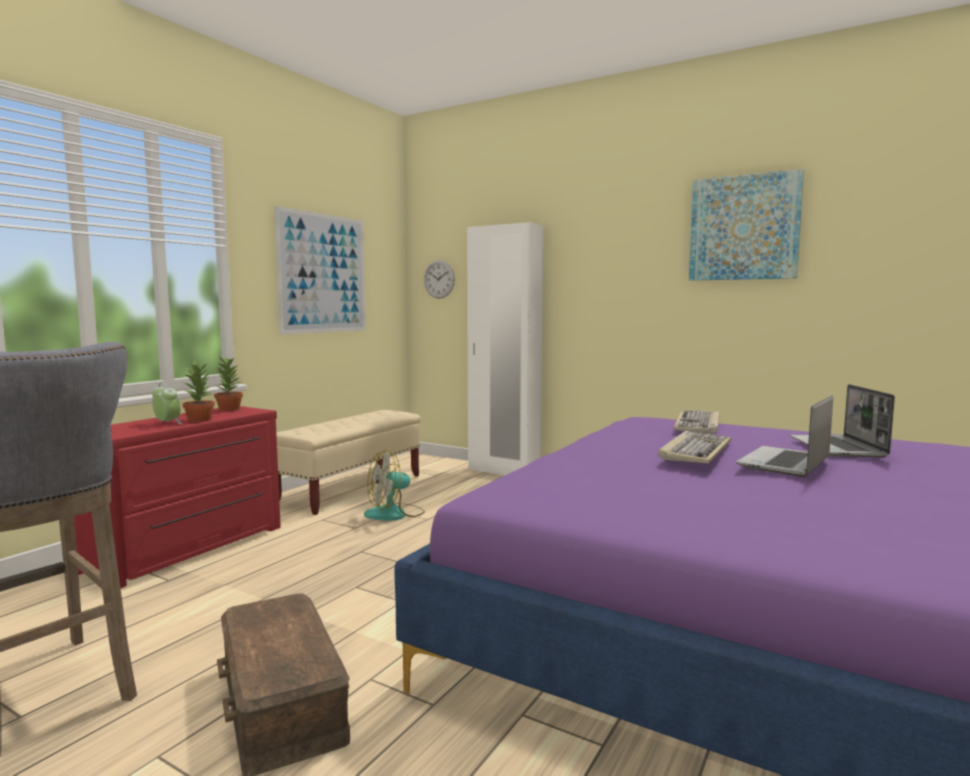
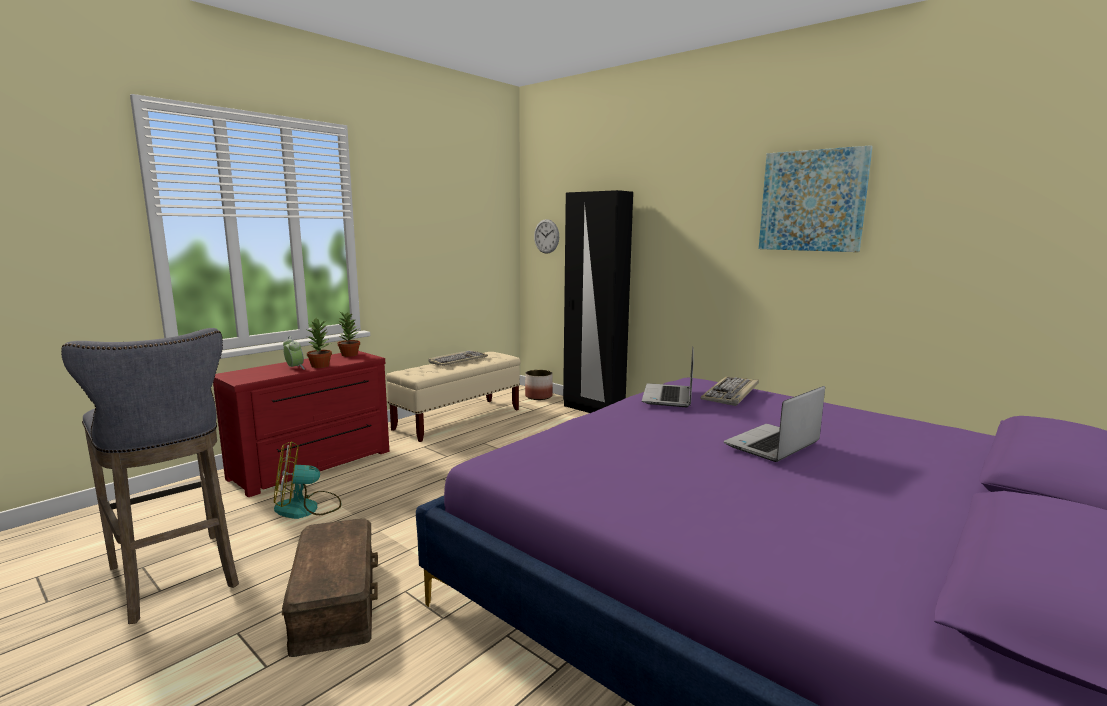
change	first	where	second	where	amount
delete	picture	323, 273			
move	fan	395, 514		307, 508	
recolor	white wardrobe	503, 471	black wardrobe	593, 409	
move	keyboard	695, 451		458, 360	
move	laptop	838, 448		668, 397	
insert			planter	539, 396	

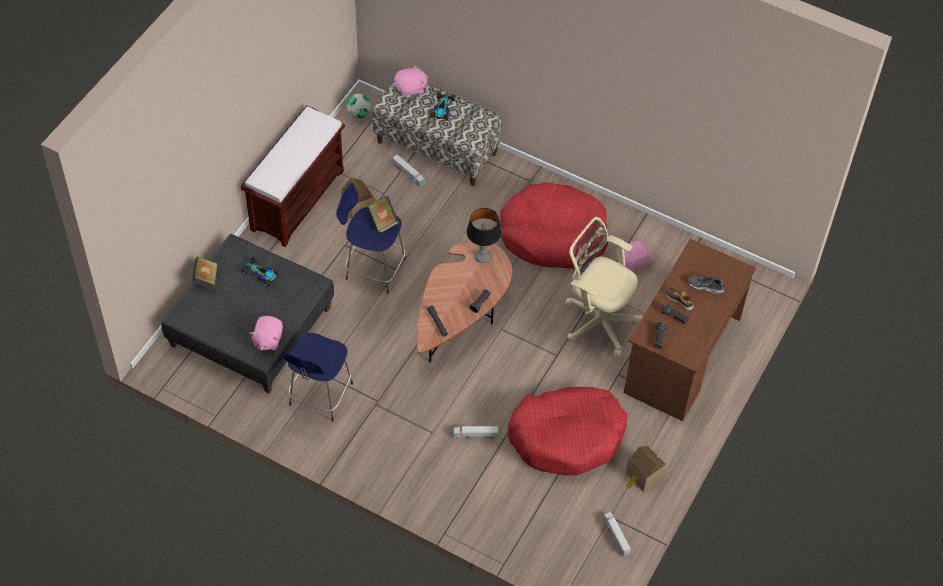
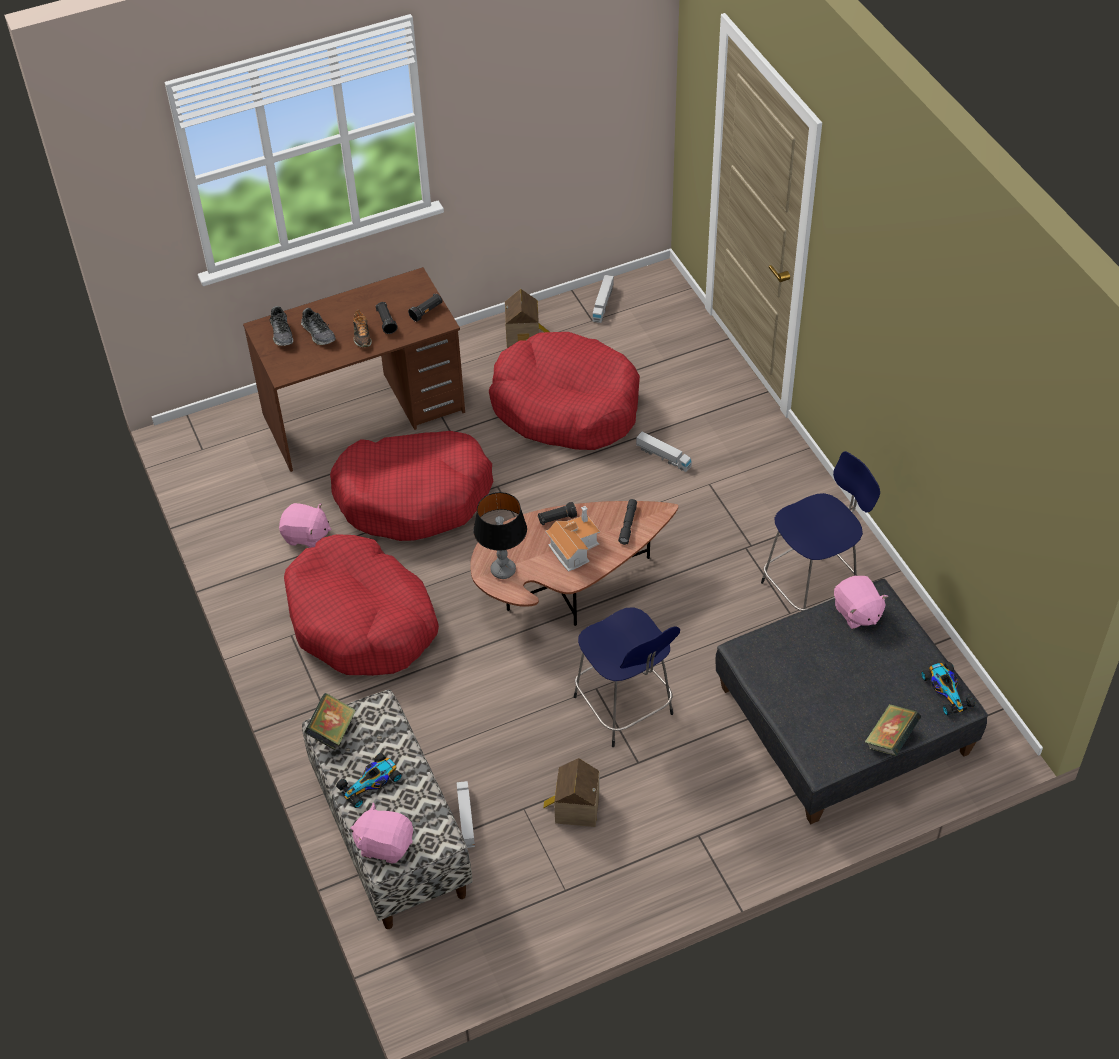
change	first	where	second	where	amount
delete	brown bench	297, 199			
move	toy car	261, 274		946, 690	
rotate	pink plush toy	267, 340		857, 612	105 degrees clockwise
delete	football	359, 114			
move	book	383, 221		332, 731	
replace	beige office chair	598, 320	red dog bed	414, 496	
insert			shoe	282, 333	
insert			toy house	573, 547	

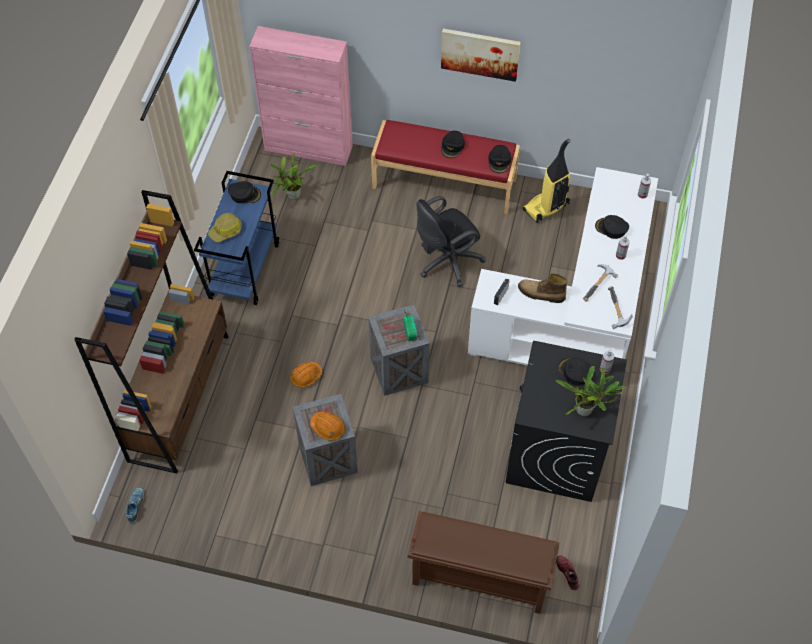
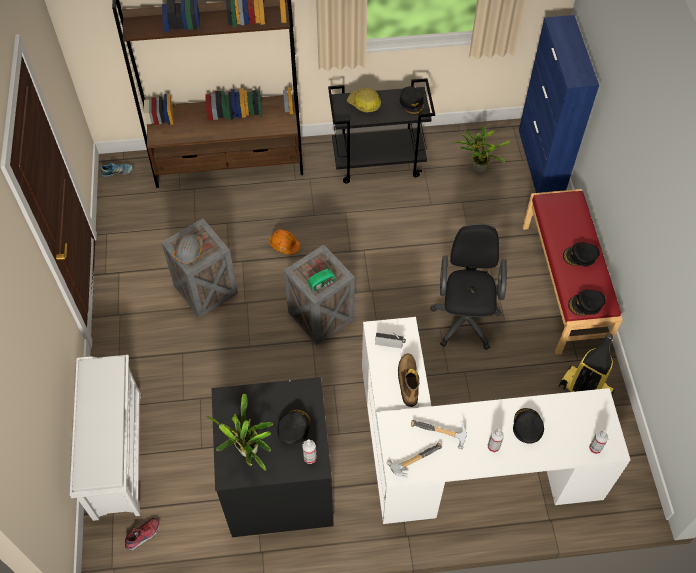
change	first	where	second	where	amount
recolor	blue cart	245, 269	black cart	379, 162	
recolor	pink cabinet	309, 148	blue cabinet	541, 162	
recolor	orange hard hat	328, 428	grey hard hat	189, 251	
recolor	brown shoe rack	478, 579	white shoe rack	116, 453	
rotate	black office chair	446, 262		465, 317	60 degrees clockwise
delete	picture	480, 53			

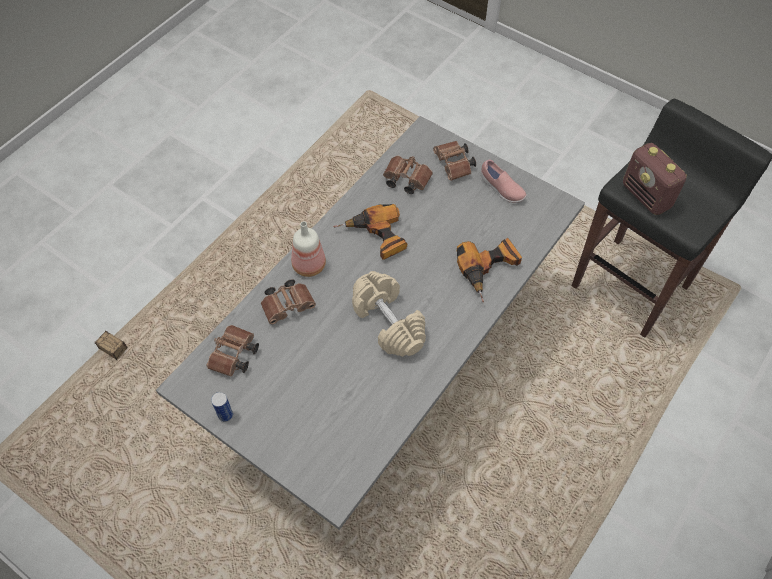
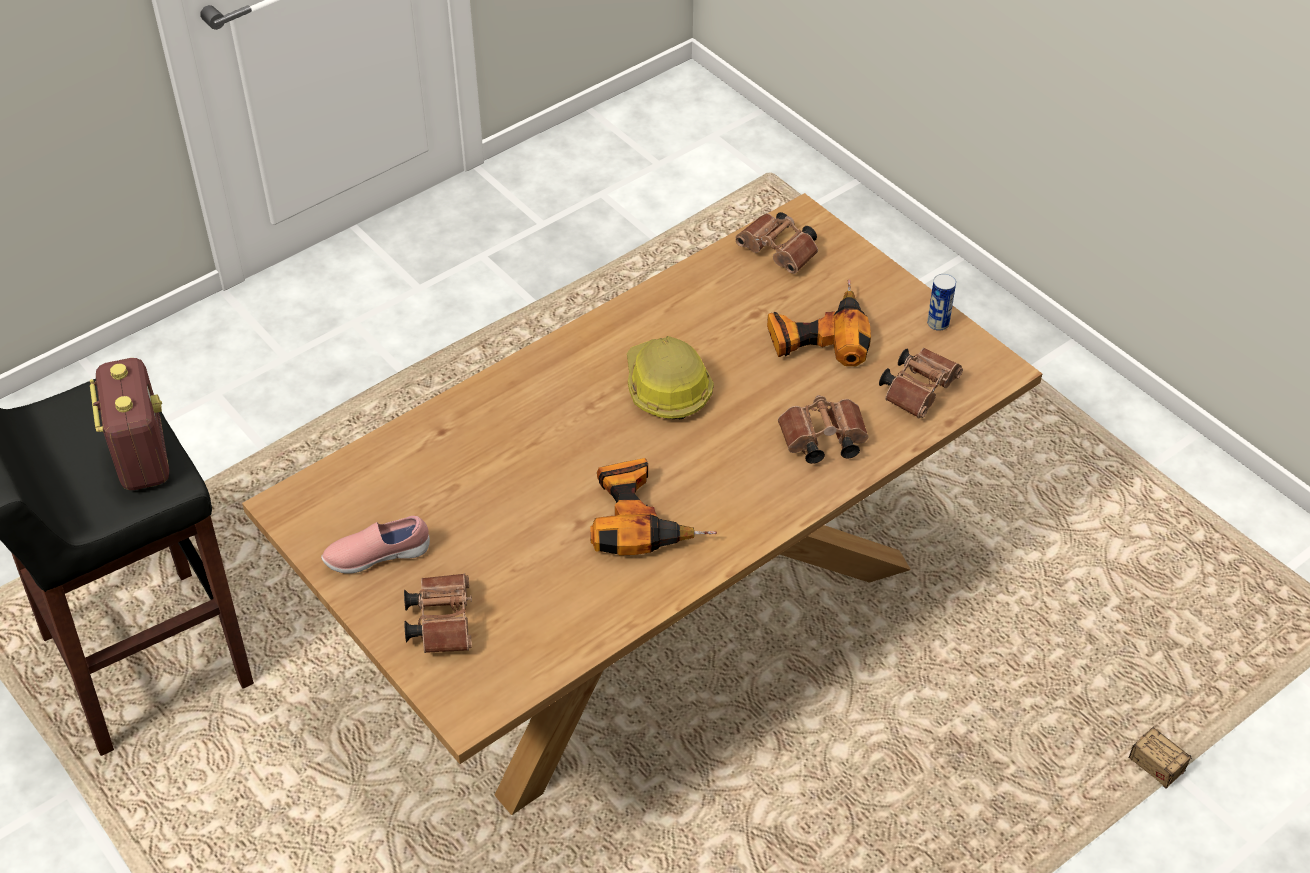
change	first	where	second	where	amount
recolor	grey dining table	384, 368	brown dining table	656, 621	
delete	bottle	308, 265			
replace	beige dumbbell	389, 322	hard hat	666, 387	
move	brown binoculars	405, 180		780, 253	
move	power drill	489, 270		817, 335	
rotate	pink shoe	501, 189		377, 556	75 degrees counterclockwise

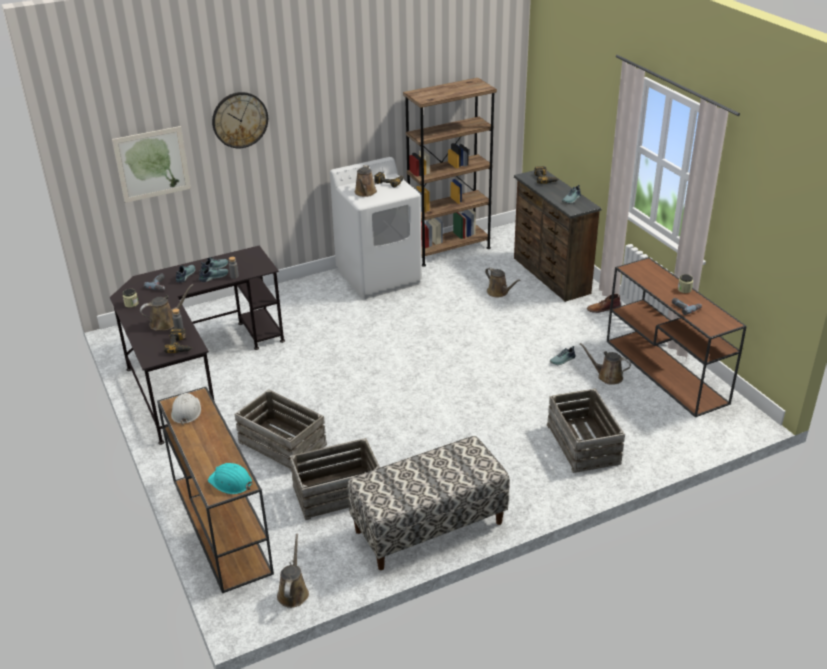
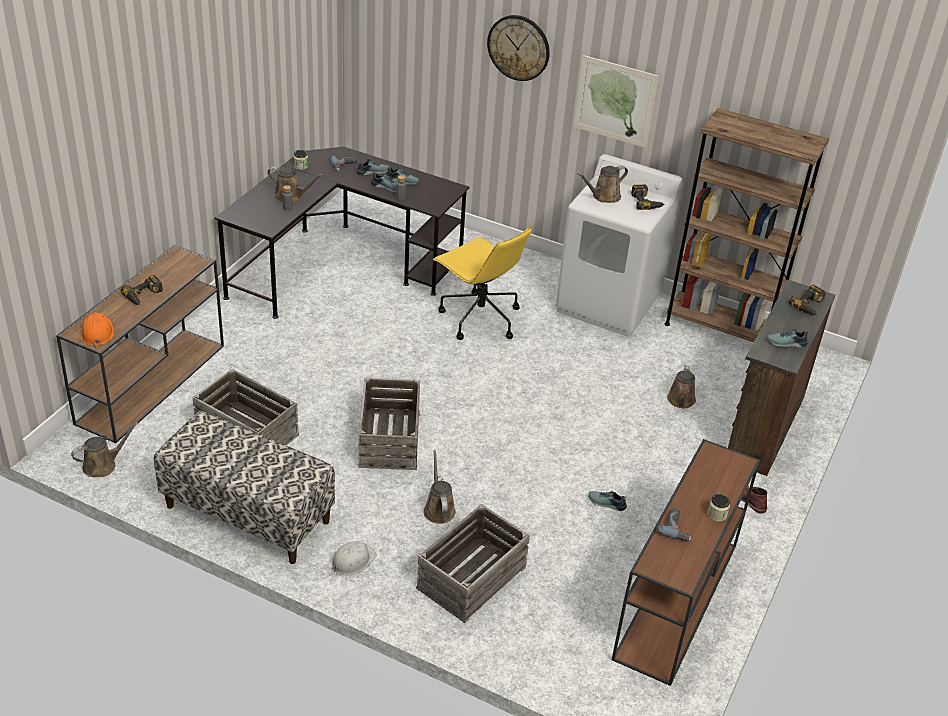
change	first	where	second	where	amount
move	picture	152, 164		615, 101	
move	power drill	181, 345		144, 296	
move	white hard hat	186, 411		352, 560	
recolor	turquoise hard hat	230, 482	orange hard hat	97, 333	
move	crate	282, 444		388, 439	
move	brown watering can	607, 376		438, 509	
insert			yellow office chair	479, 318	

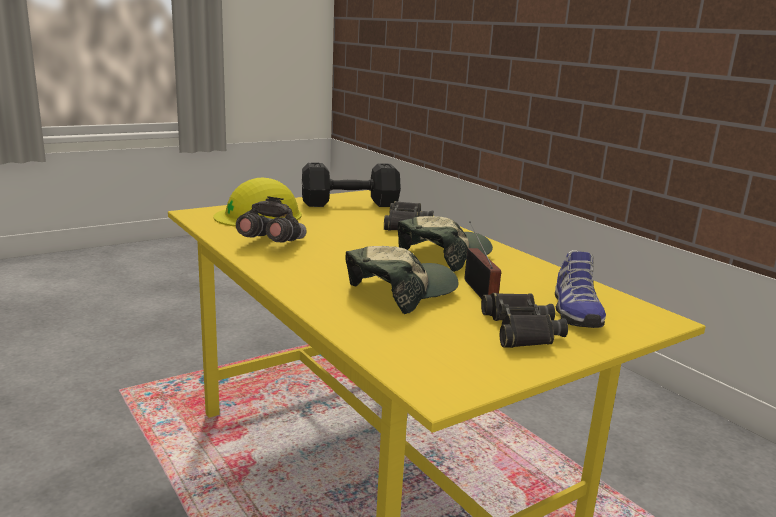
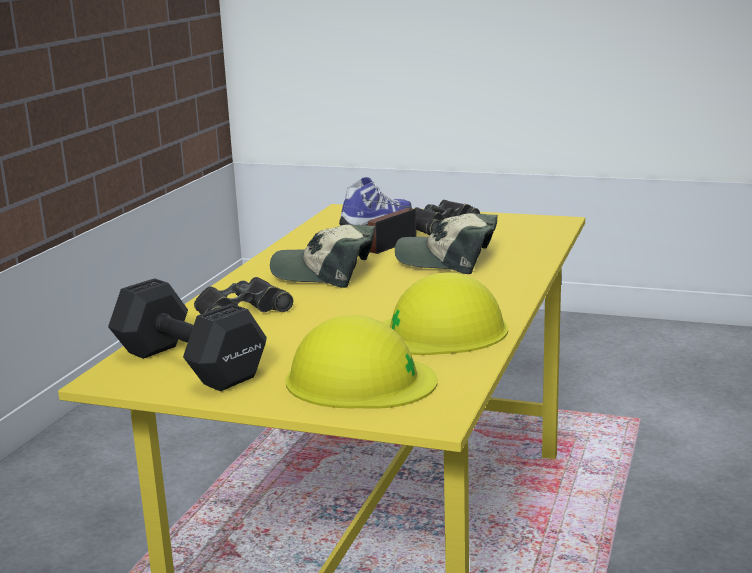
change	first	where	second	where	amount
replace	grey binoculars	271, 242	yellow hard hat	441, 331	

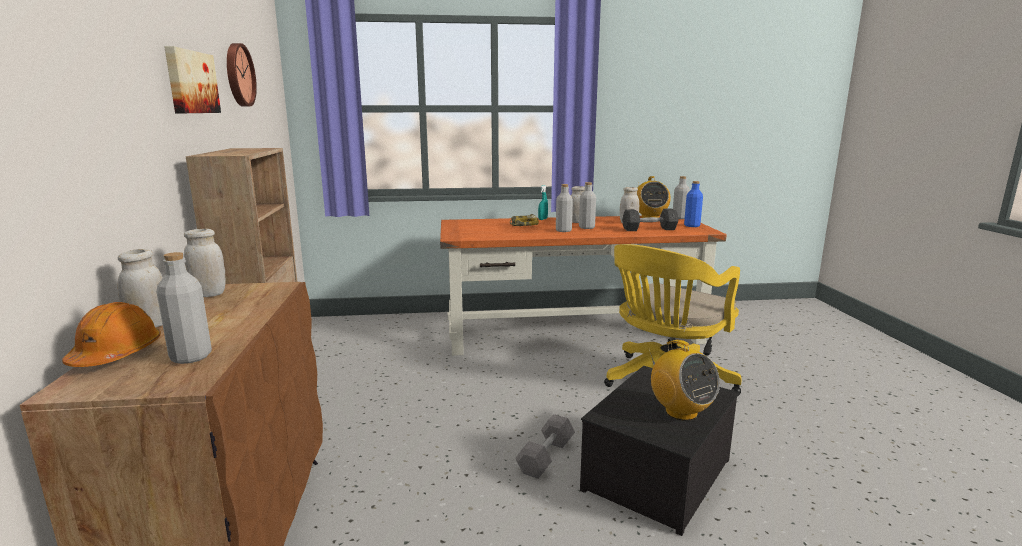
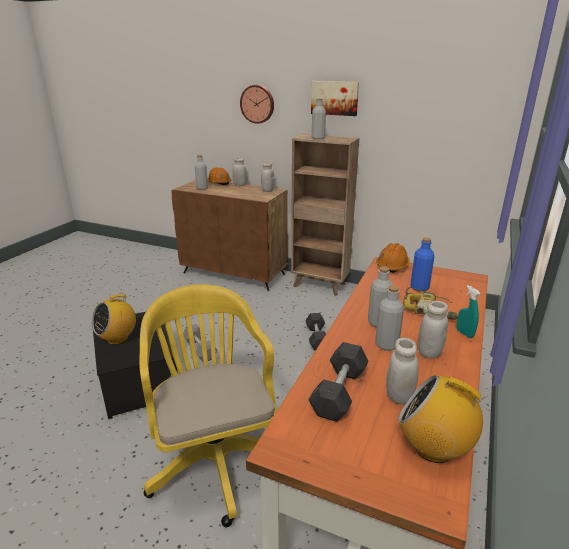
change	first	where	second	where	amount
move	wall clock	238, 75		257, 104	
rotate	radio	680, 412		117, 338	45 degrees counterclockwise
move	grey bottle	679, 218		318, 138	
move	blue bottle	692, 225		419, 287	
insert			grey dumbbell	316, 338	
insert			orange hard hat	392, 266	

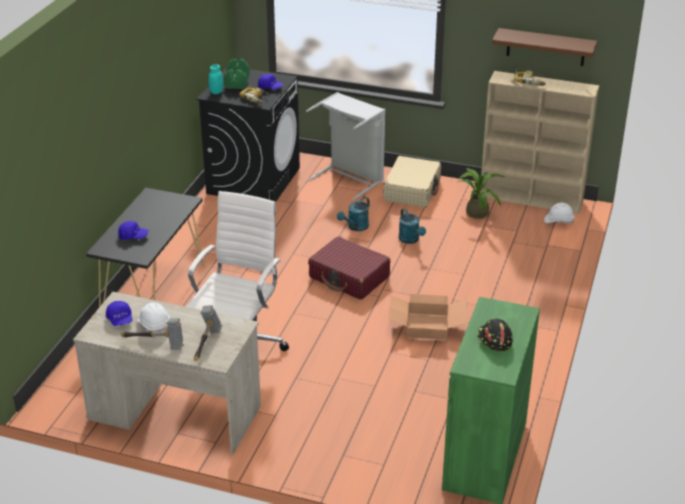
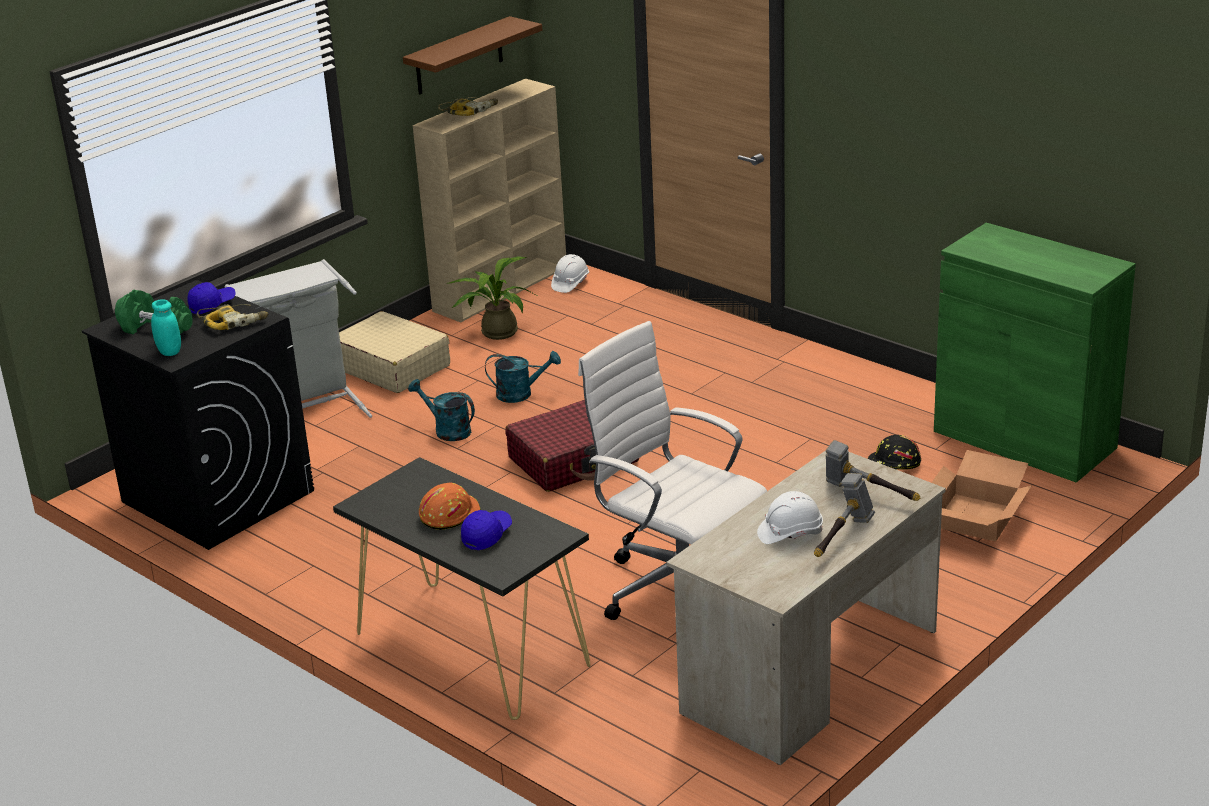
change	first	where	second	where	amount
delete	blue cap	120, 319			
rotate	turquoise watering can	355, 227		447, 430	150 degrees clockwise
move	cardboard box	426, 327		976, 518	
move	black hard hat	494, 340		894, 464	
insert			orange hard hat	449, 514	

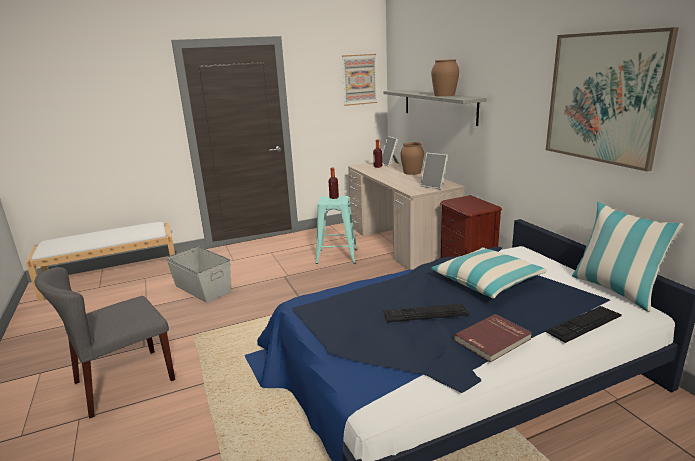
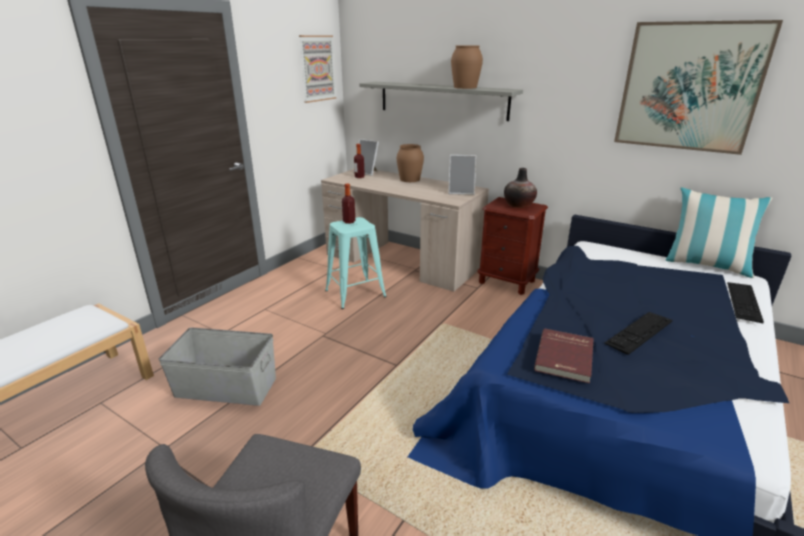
change	first	where	second	where	amount
delete	pillow	486, 282			
move	red book	493, 340		565, 357	
insert			vase	518, 205	

